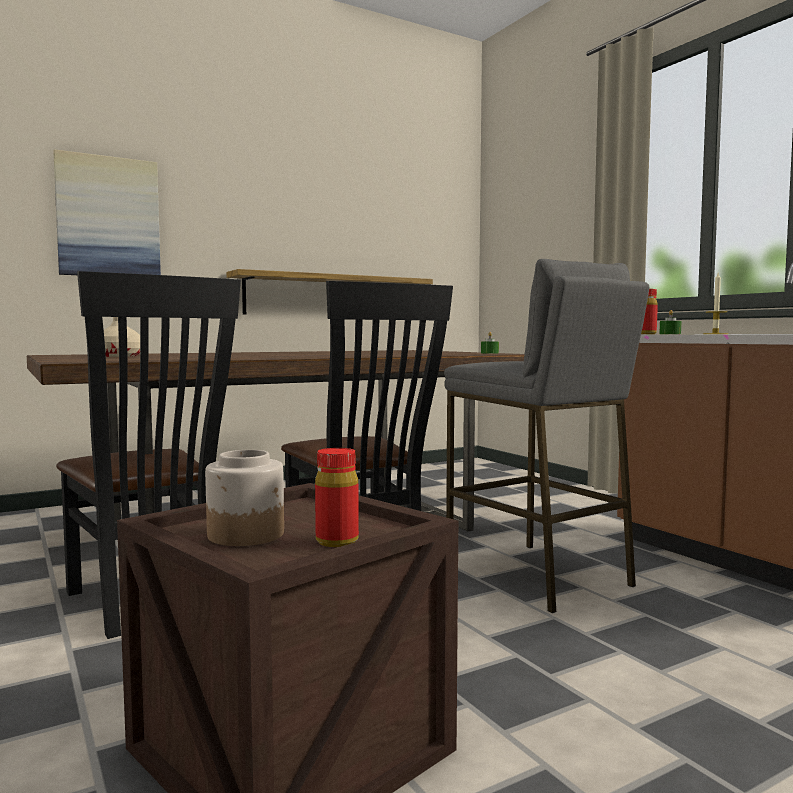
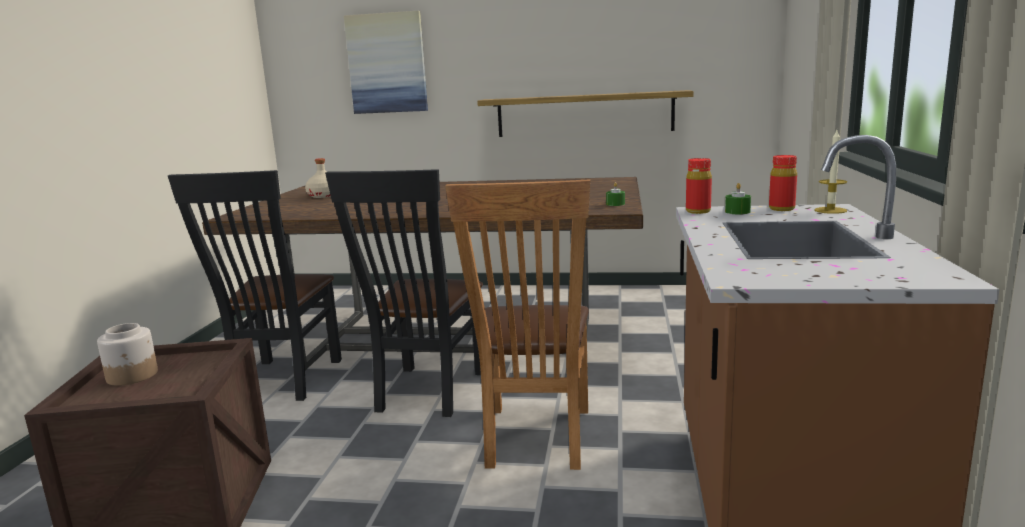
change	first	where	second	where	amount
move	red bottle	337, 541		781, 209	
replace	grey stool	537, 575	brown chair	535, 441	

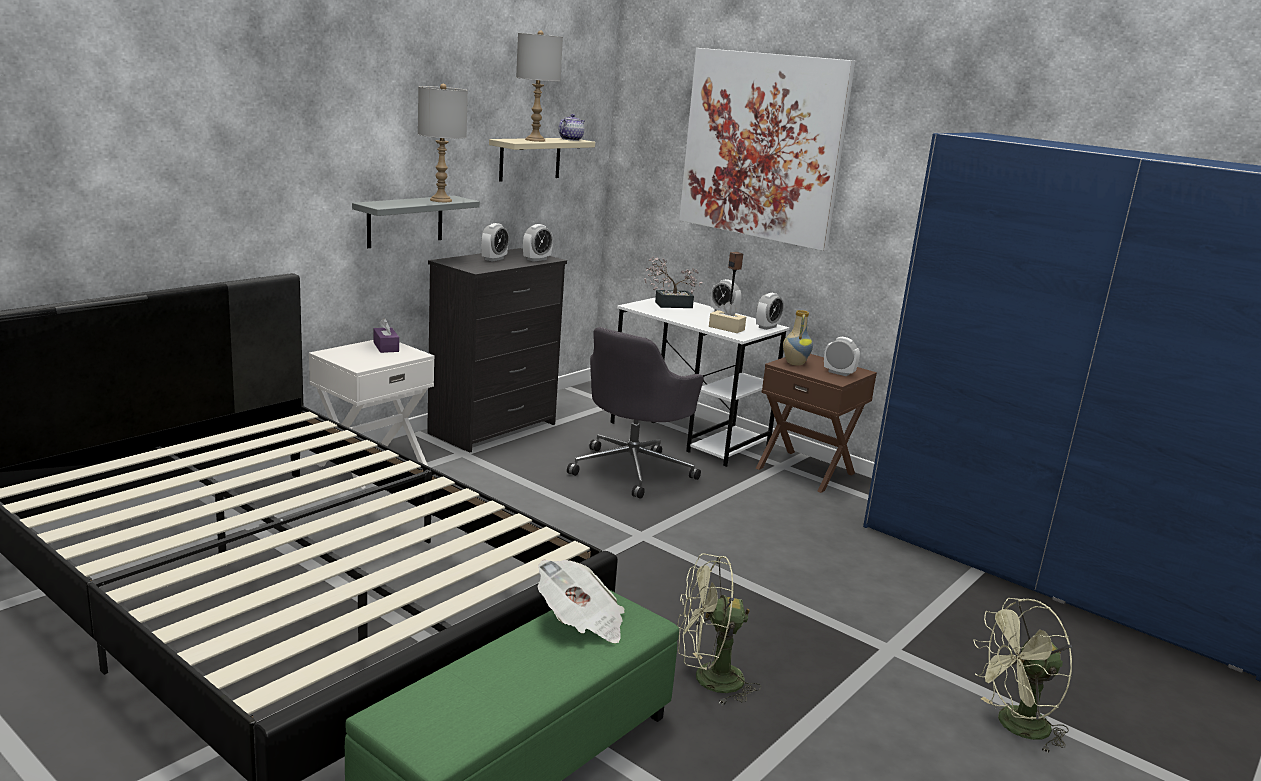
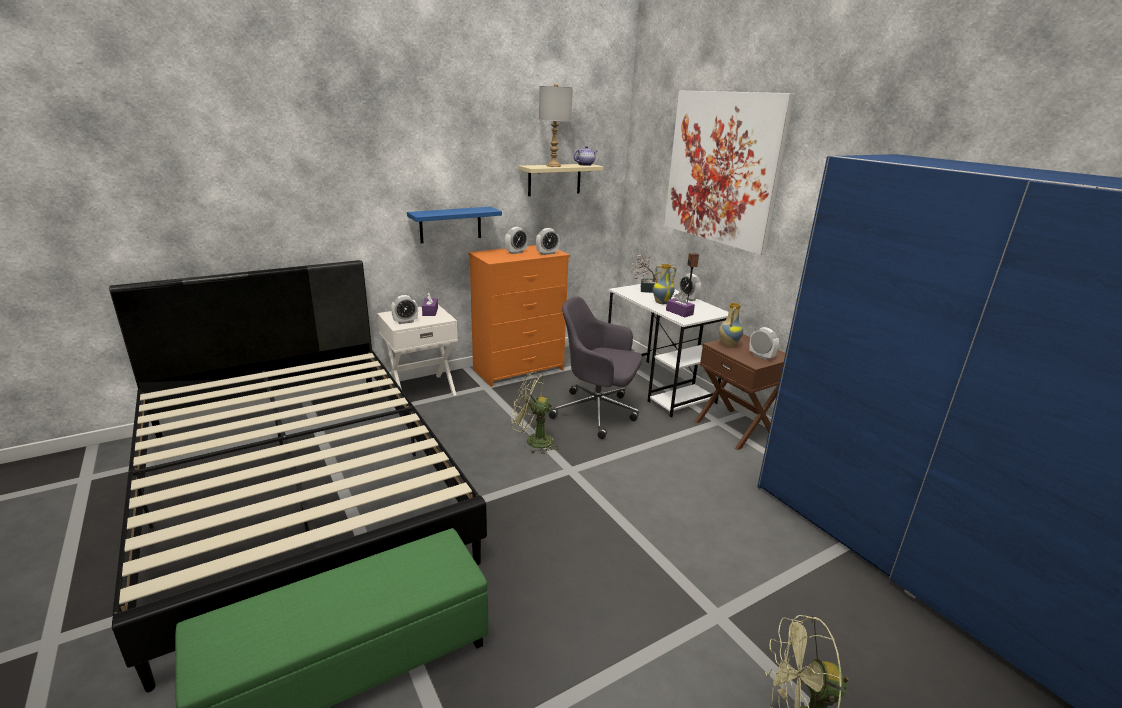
change	first	where	second	where	amount
recolor	grey shelf	405, 221	blue shelf	450, 224	
delete	grey table lamp	441, 200			
recolor	black dresser	494, 428	orange dresser	519, 369	
delete	newspaper	581, 622			
rotate	grey office chair	633, 470		597, 412	60 degrees clockwise
move	green fan	708, 680		533, 441	
recolor	beige tissue box	726, 328	purple tissue box	679, 312	
move	alarm clock	767, 327		405, 322	
insert			vase	662, 302	

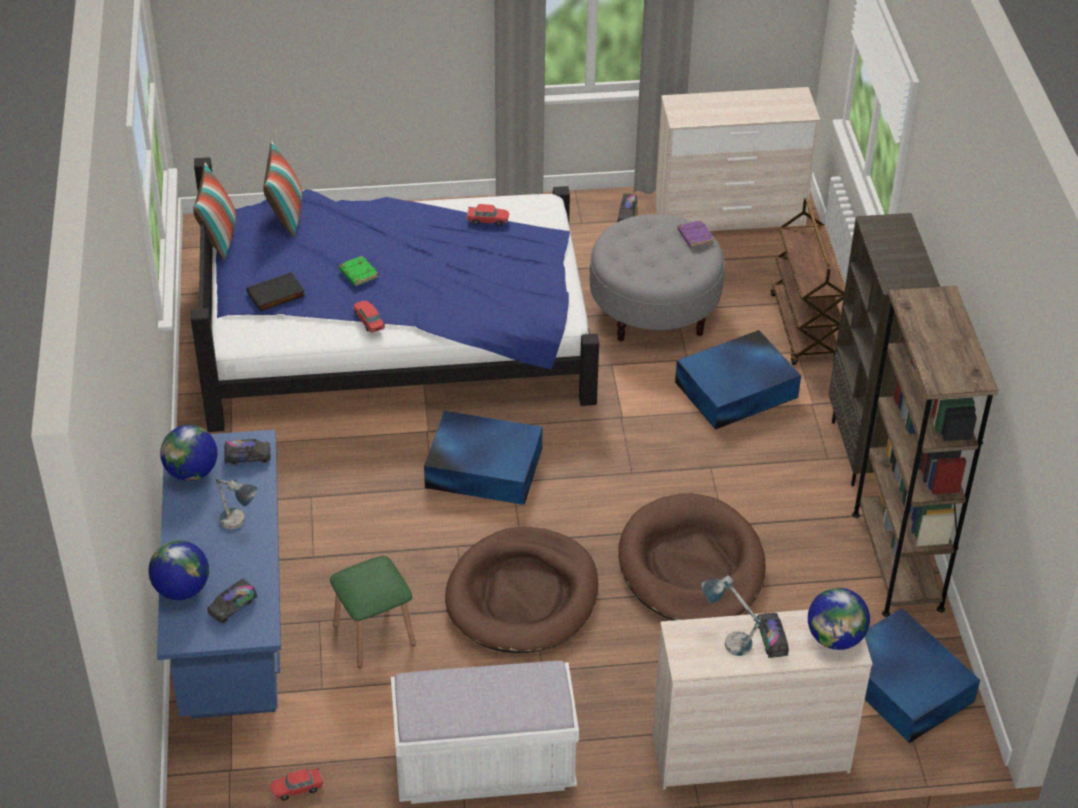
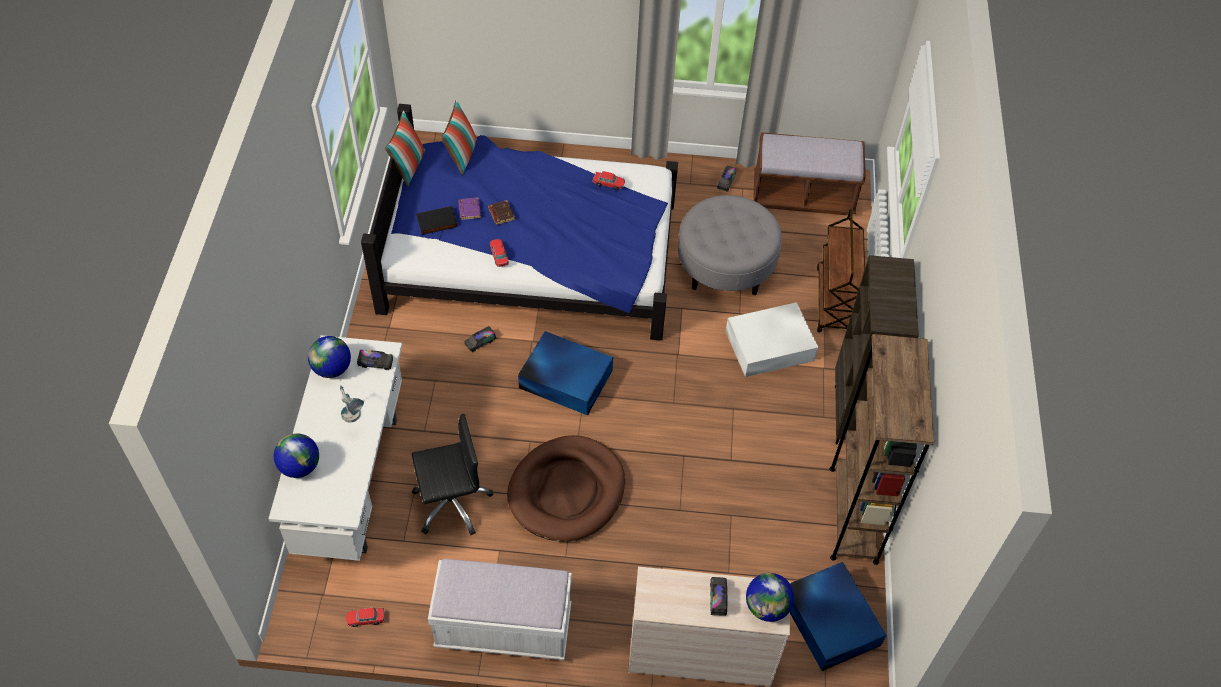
change	first	where	second	where	amount
recolor	blue desk	232, 630	white desk	352, 481	
move	toy truck	232, 607		480, 342	
replace	green stool	374, 634	black office chair	452, 503	
recolor	green book	357, 273	brown book	501, 214	
delete	brown dog bed	691, 566			
replace	beige dresser	729, 216	brown bench	803, 196	
recolor	blue storage box	738, 389	white storage box	771, 346	
move	purple book	694, 236		469, 210	
delete	table lamp	727, 640			

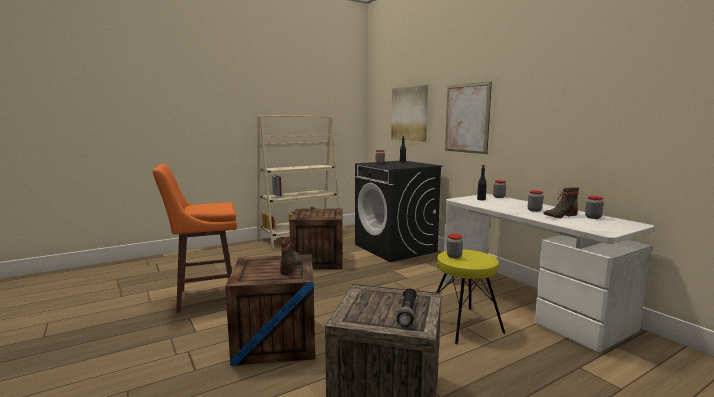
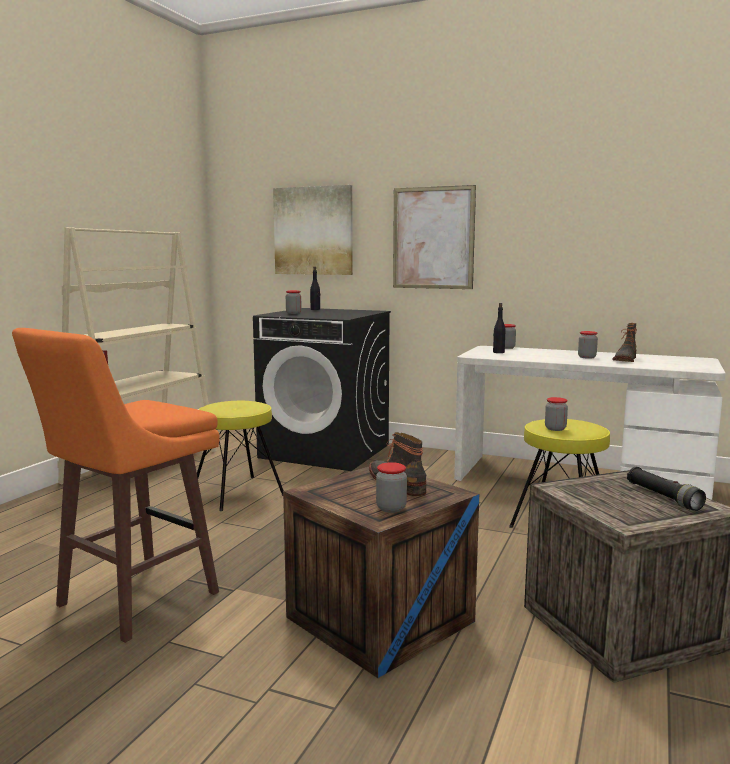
change	first	where	second	where	amount
replace	crate	318, 260	yellow stool	238, 493	
move	jar	593, 217		391, 508	

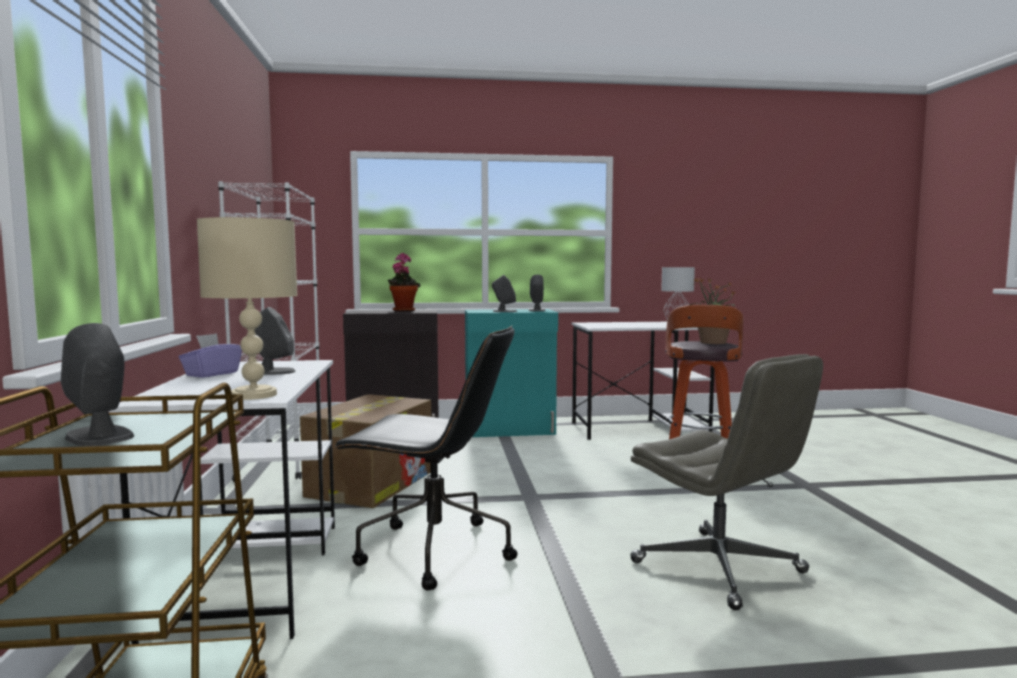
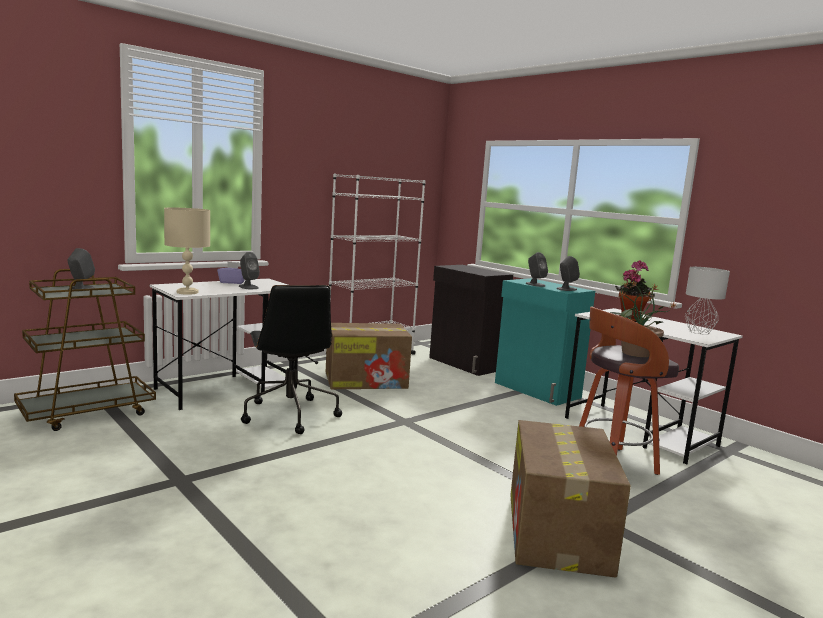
change	first	where	second	where	amount
move	potted plant	403, 310		631, 319	
delete	grey office chair	720, 568			
insert			cardboard box	558, 533	

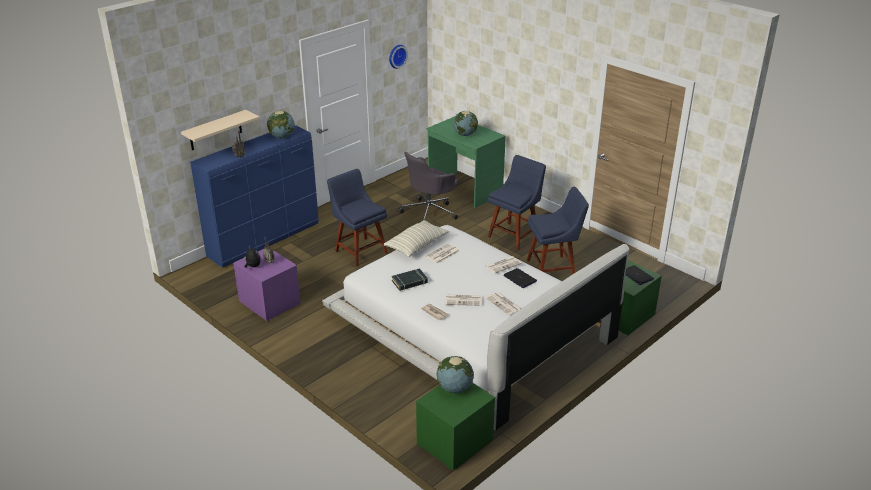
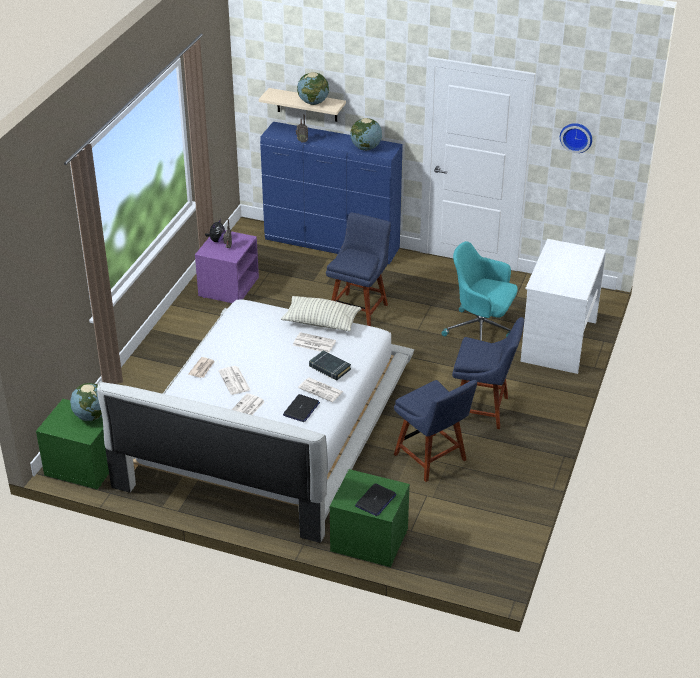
change	first	where	second	where	amount
move	black book	409, 282		329, 368	
recolor	grey office chair	429, 212	turquoise office chair	481, 331	
recolor	green desk	464, 190	white desk	557, 341	
move	globe	465, 134		313, 102	

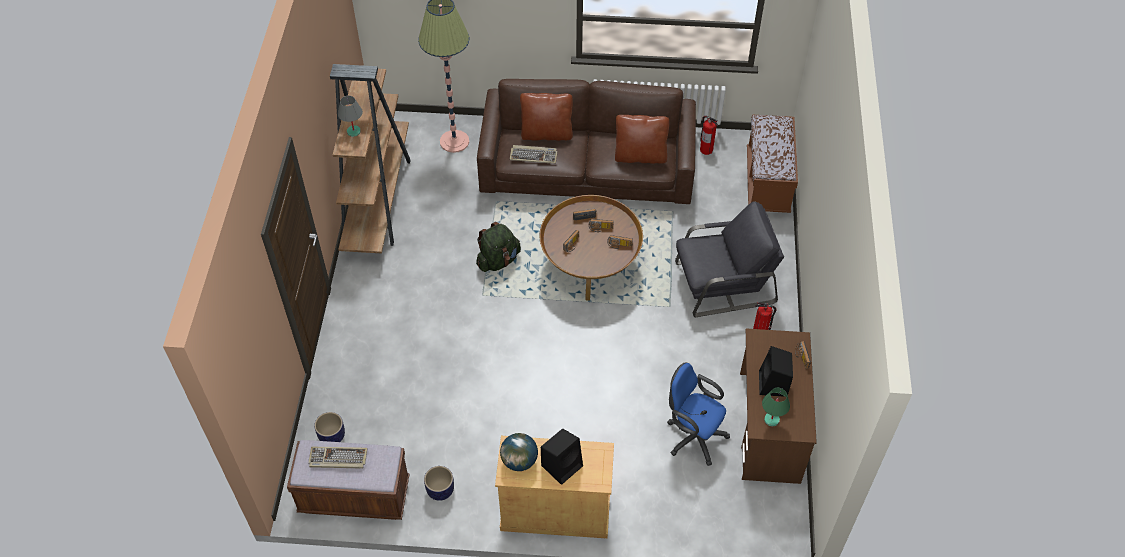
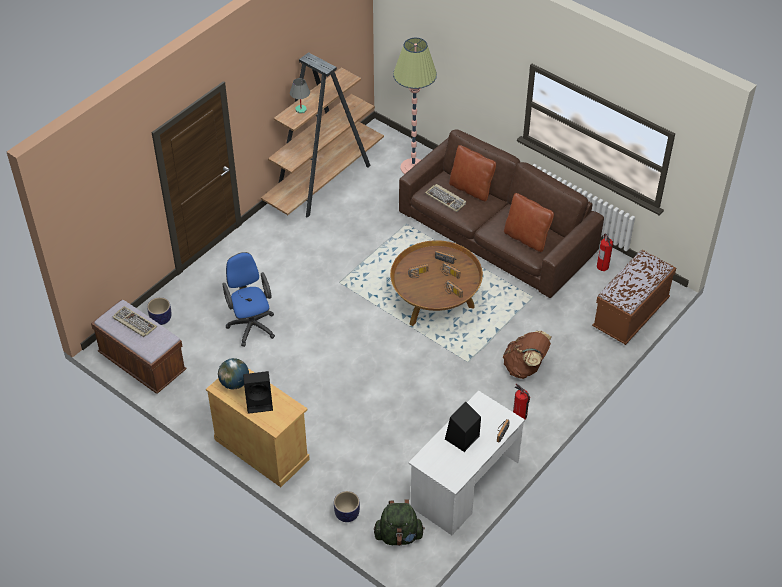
change	first	where	second	where	amount
move	planter	440, 490		346, 514	
move	green backpack	498, 260		398, 535	
move	blue office chair	692, 436		251, 324	
replace	grey armchair	723, 283	brown backpack	525, 367	
recolor	brown desk	769, 427	white desk	464, 484	
delete	green table lamp	772, 419			

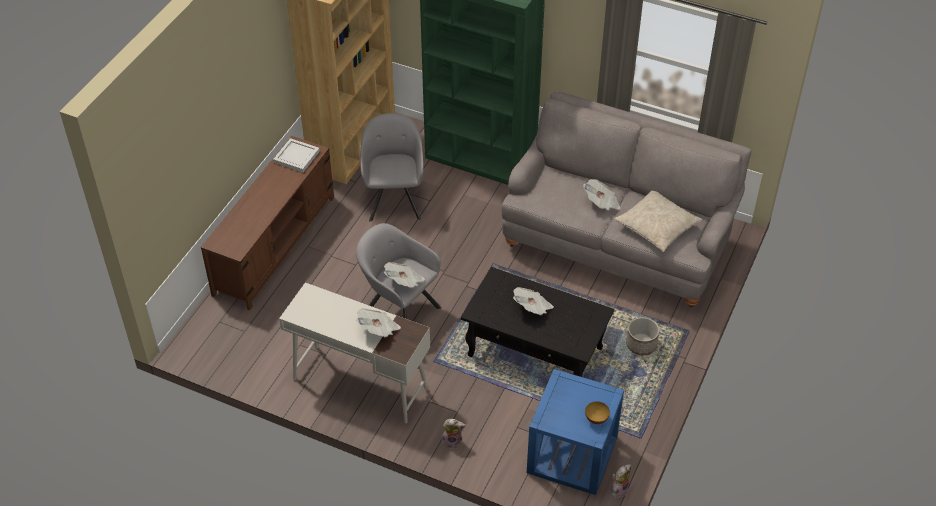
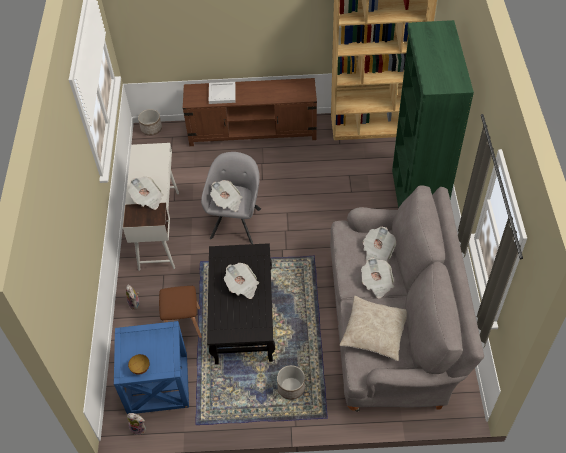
change	first	where	second	where	amount
move	white tray	297, 157		221, 94	
delete	grey armchair	394, 198			
insert			planter	151, 129	
insert			brown stool	182, 323	
insert			newspaper	377, 252	

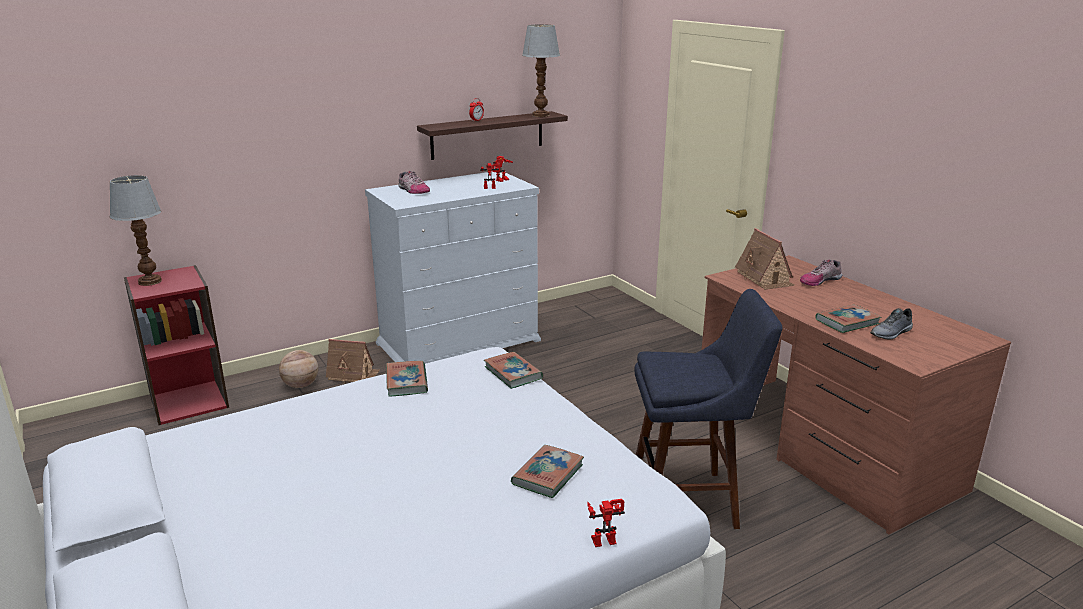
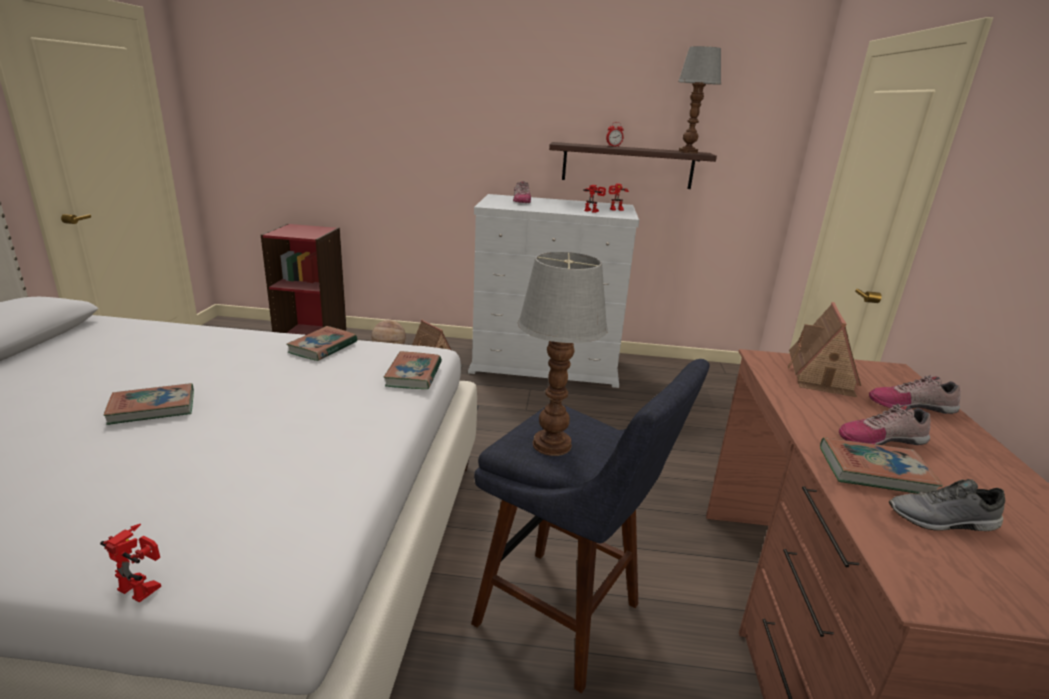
change	first	where	second	where	amount
move	table lamp	149, 281		551, 444	
move	book	548, 475		153, 408	
insert			shoe	880, 439	

